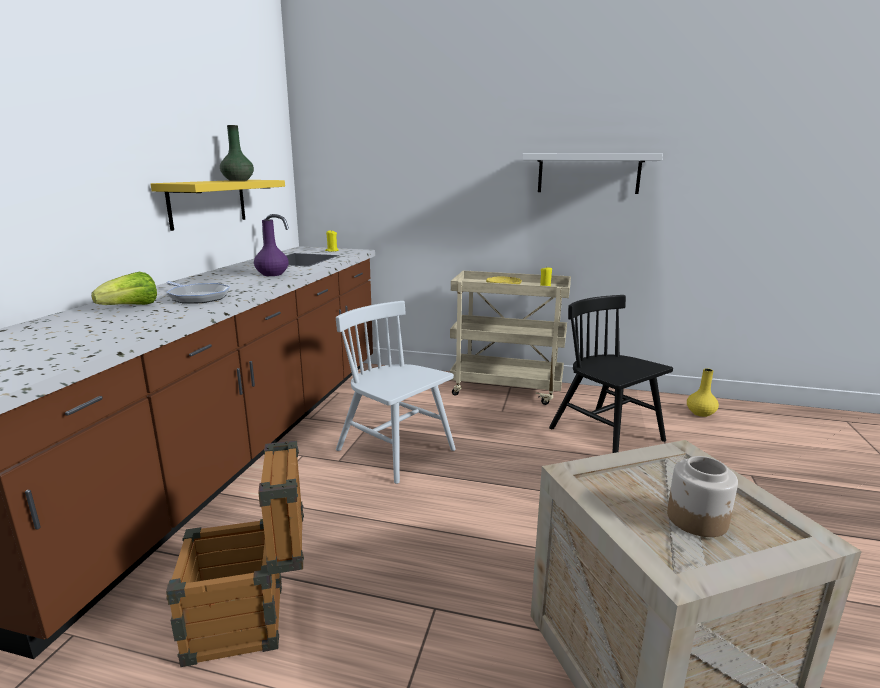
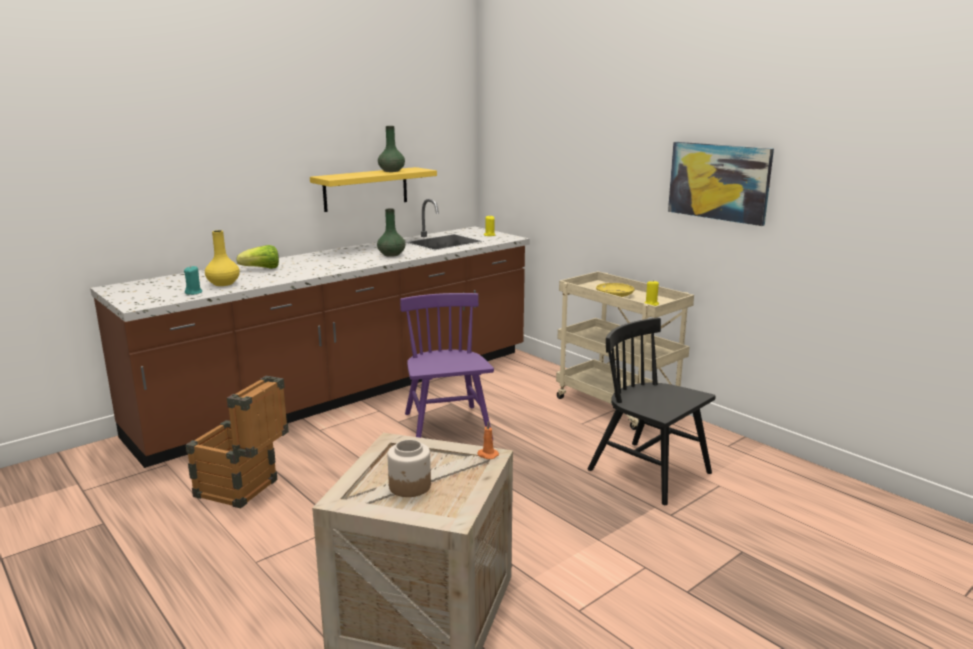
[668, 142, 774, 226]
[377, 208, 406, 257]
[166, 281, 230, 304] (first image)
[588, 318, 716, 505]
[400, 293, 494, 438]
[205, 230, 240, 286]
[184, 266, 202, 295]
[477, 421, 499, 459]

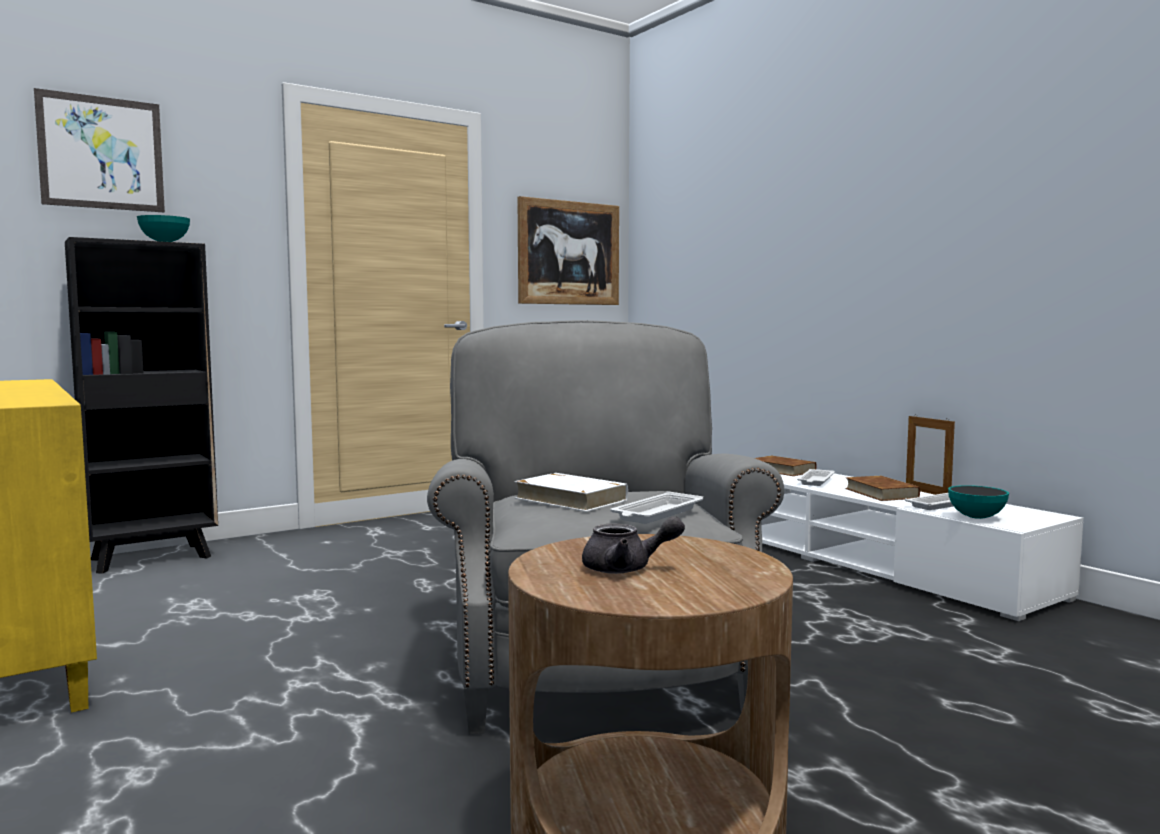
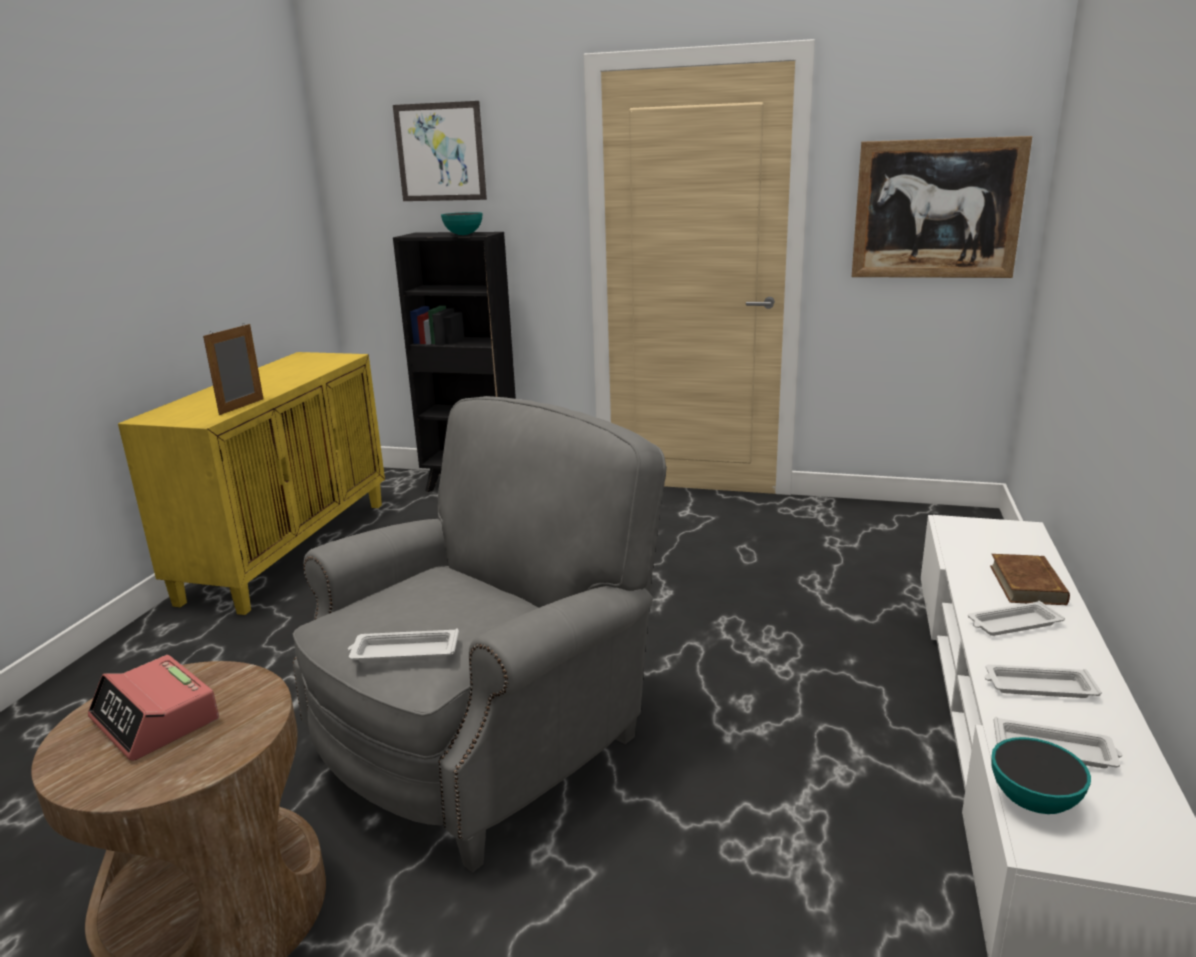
[203, 323, 263, 415]
[514, 473, 628, 512] (first image)
[985, 665, 1102, 698]
[88, 655, 219, 761]

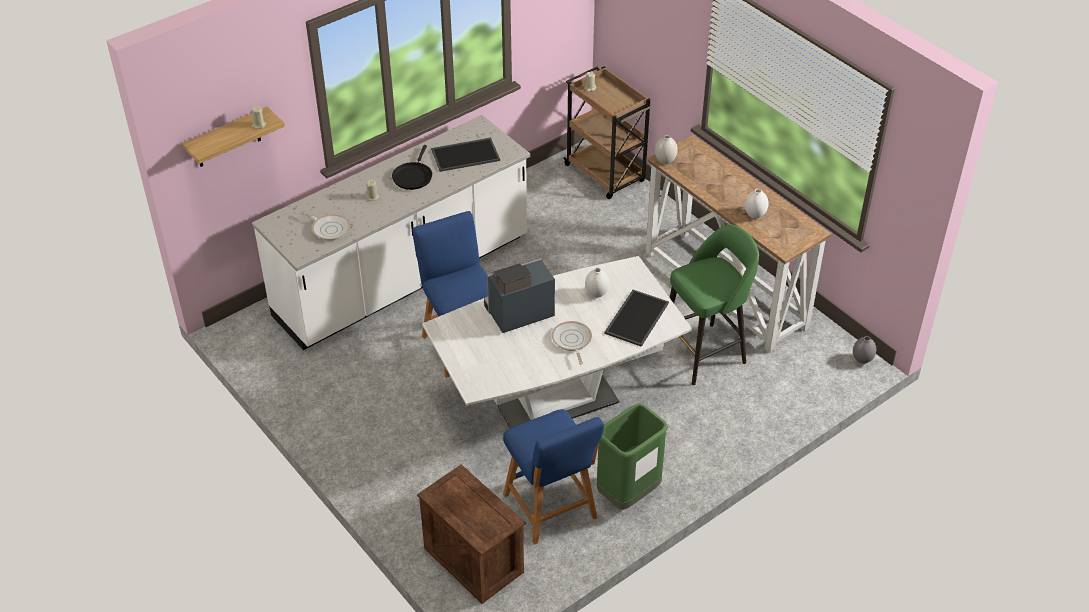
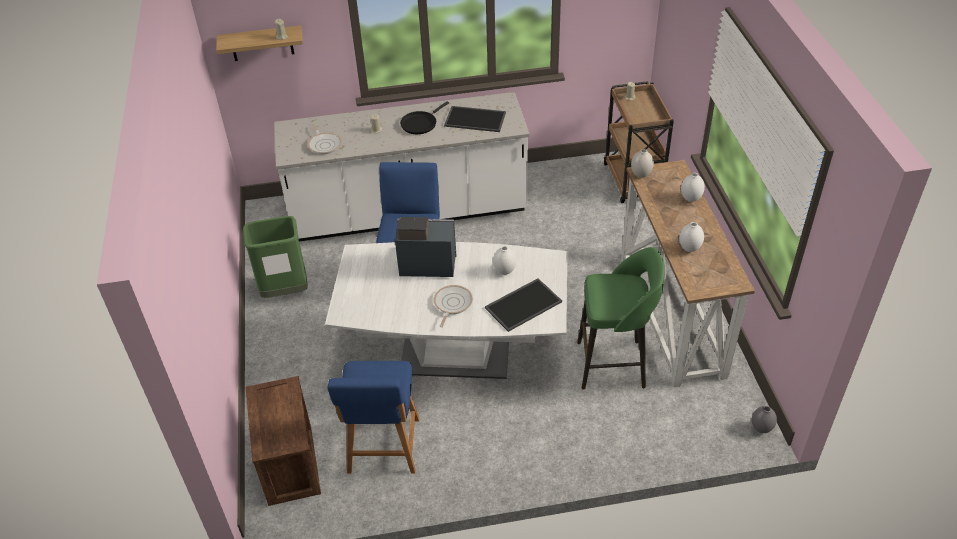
[243, 216, 308, 298]
[681, 173, 705, 202]

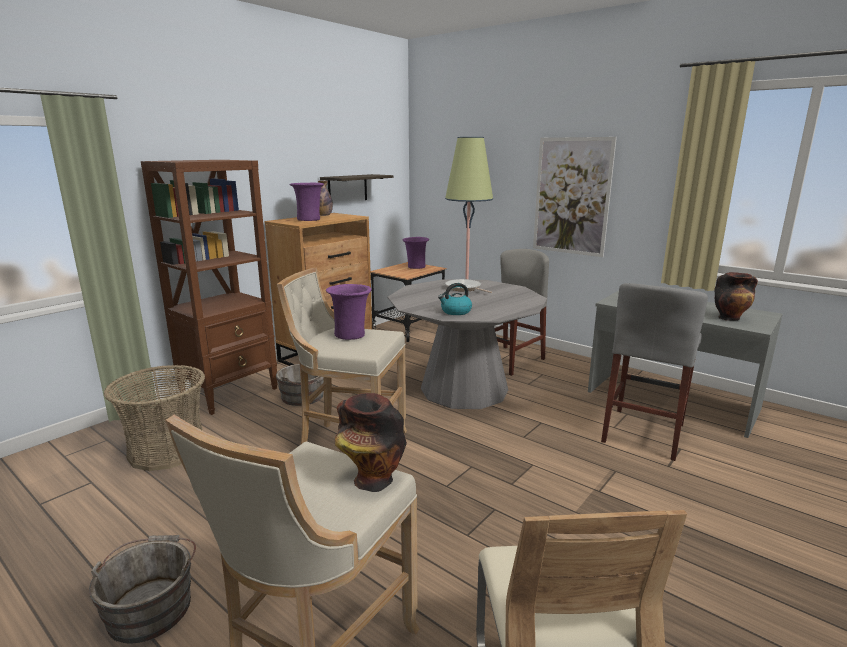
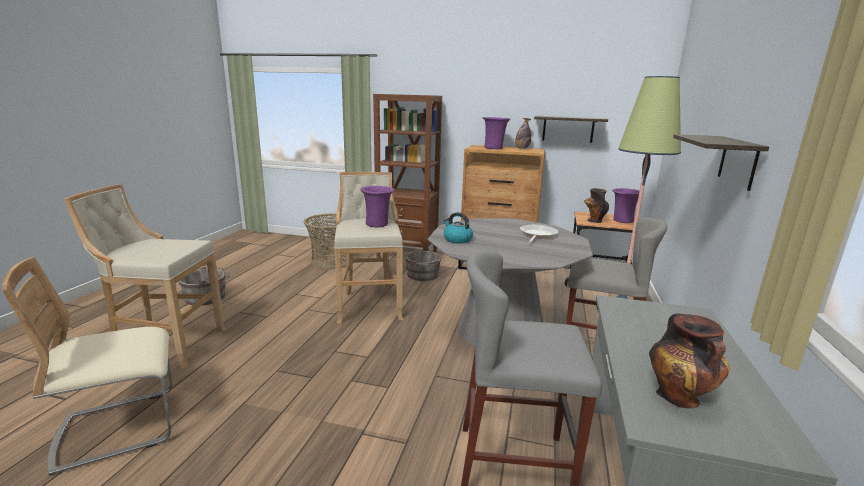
[673, 134, 769, 191]
[584, 188, 609, 223]

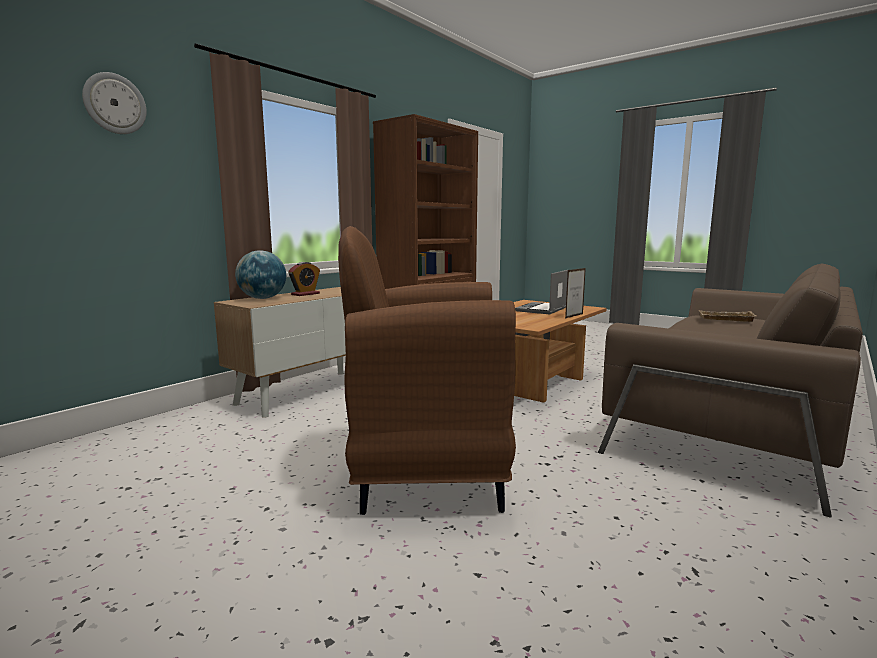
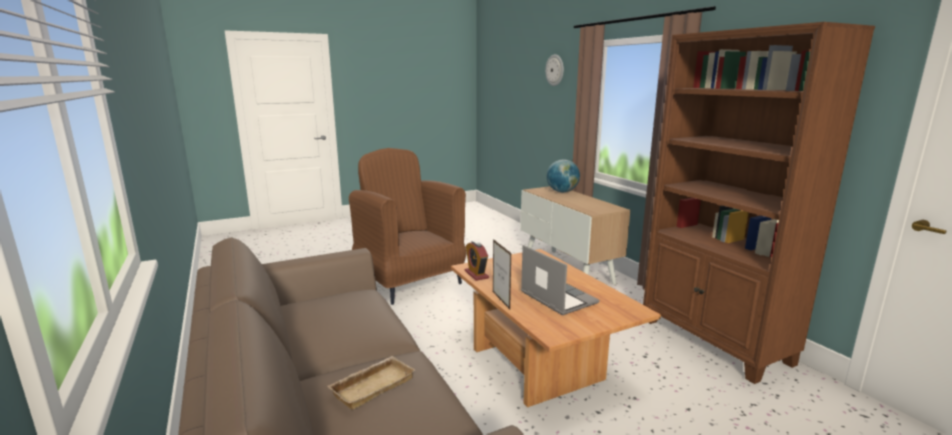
[349, 148, 466, 305]
[465, 241, 489, 281]

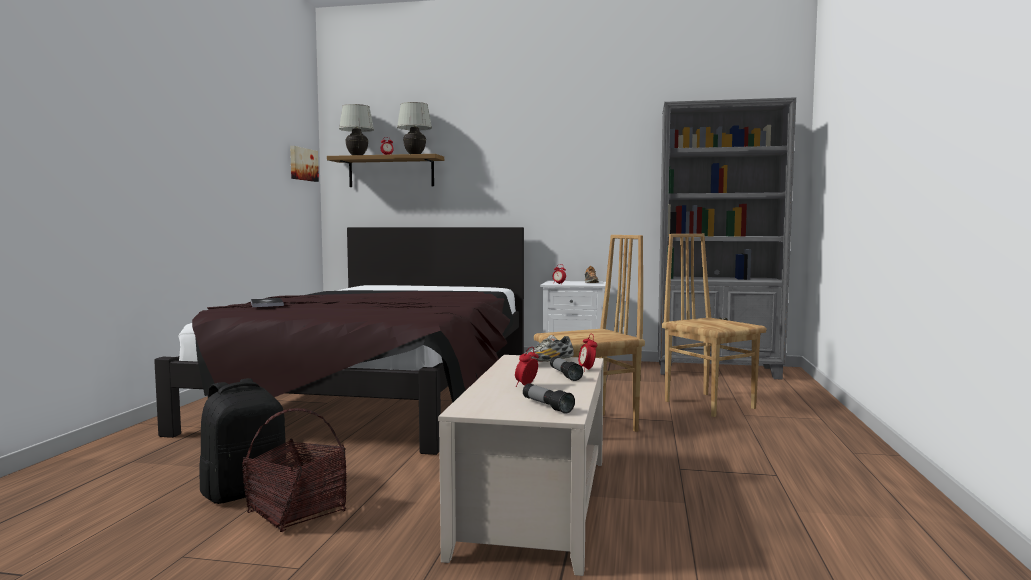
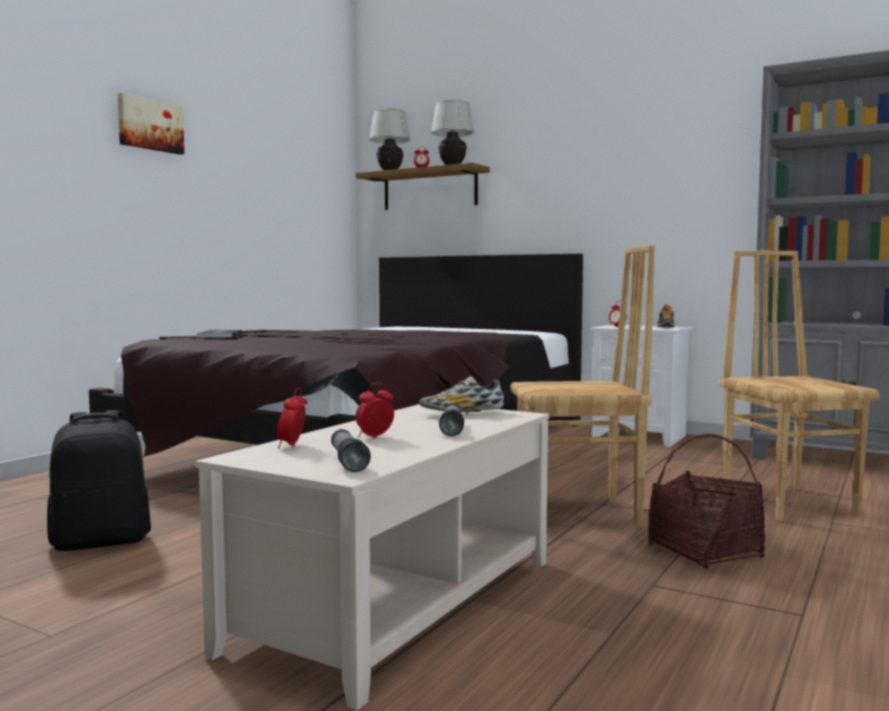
[118, 93, 184, 155]
[277, 387, 307, 448]
[648, 434, 765, 569]

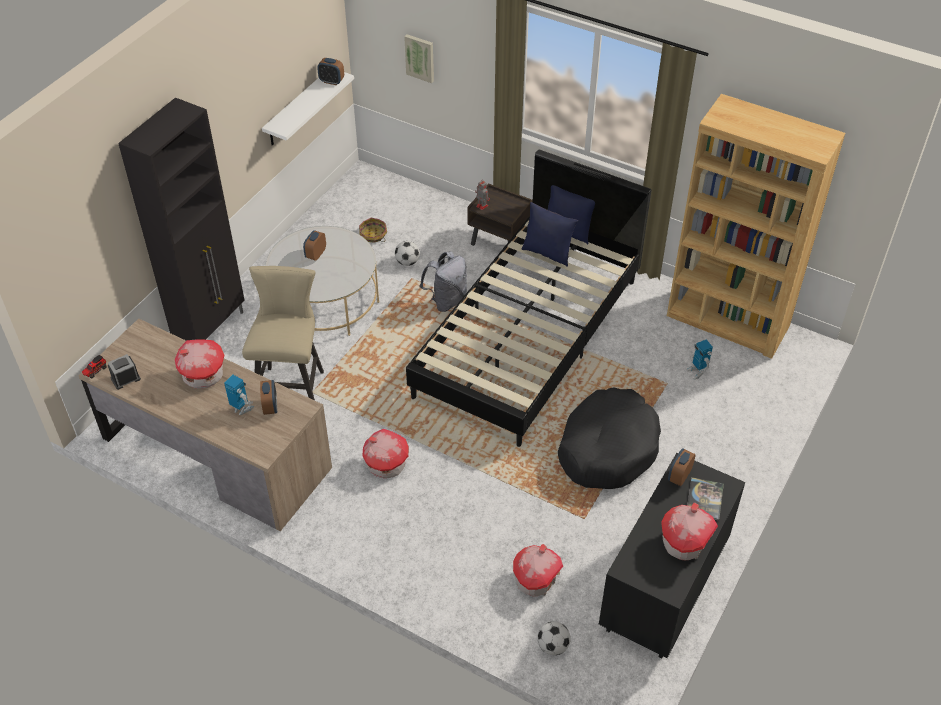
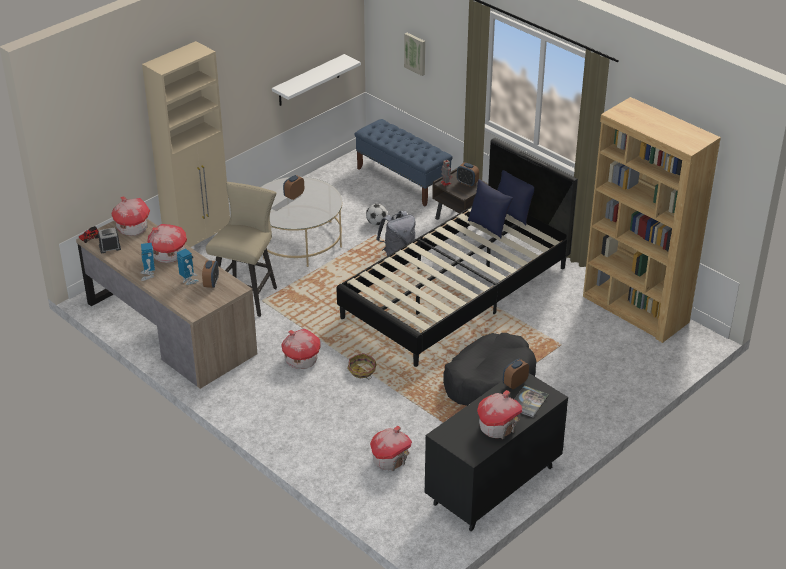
[457, 162, 479, 187]
[142, 41, 230, 247]
[347, 353, 376, 379]
[141, 243, 155, 281]
[538, 622, 571, 655] (first image)
[355, 119, 453, 206]
[112, 196, 150, 236]

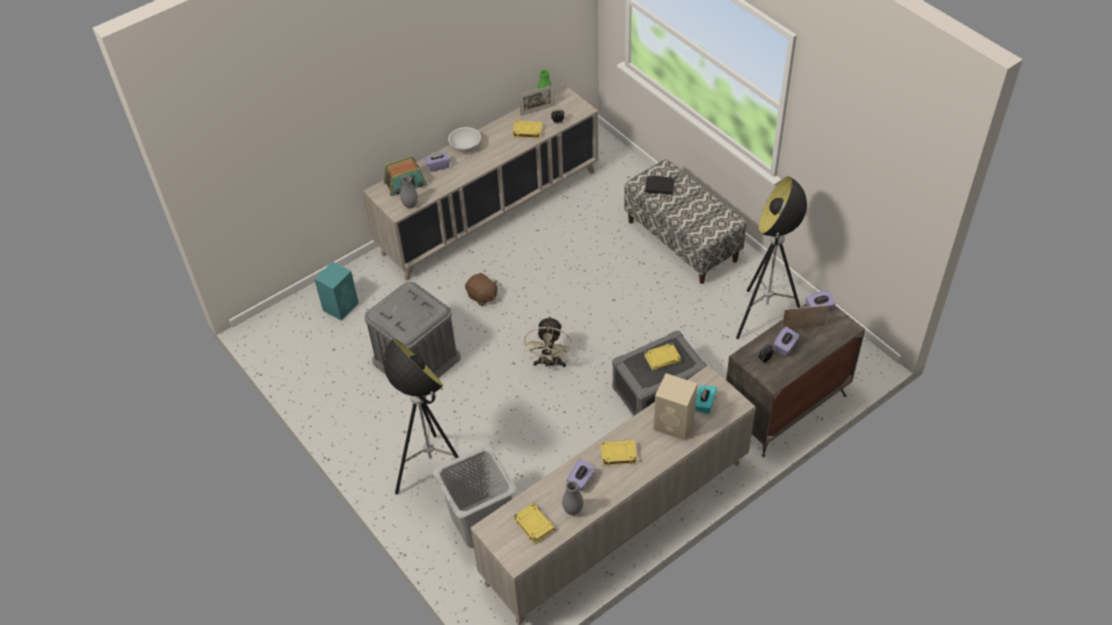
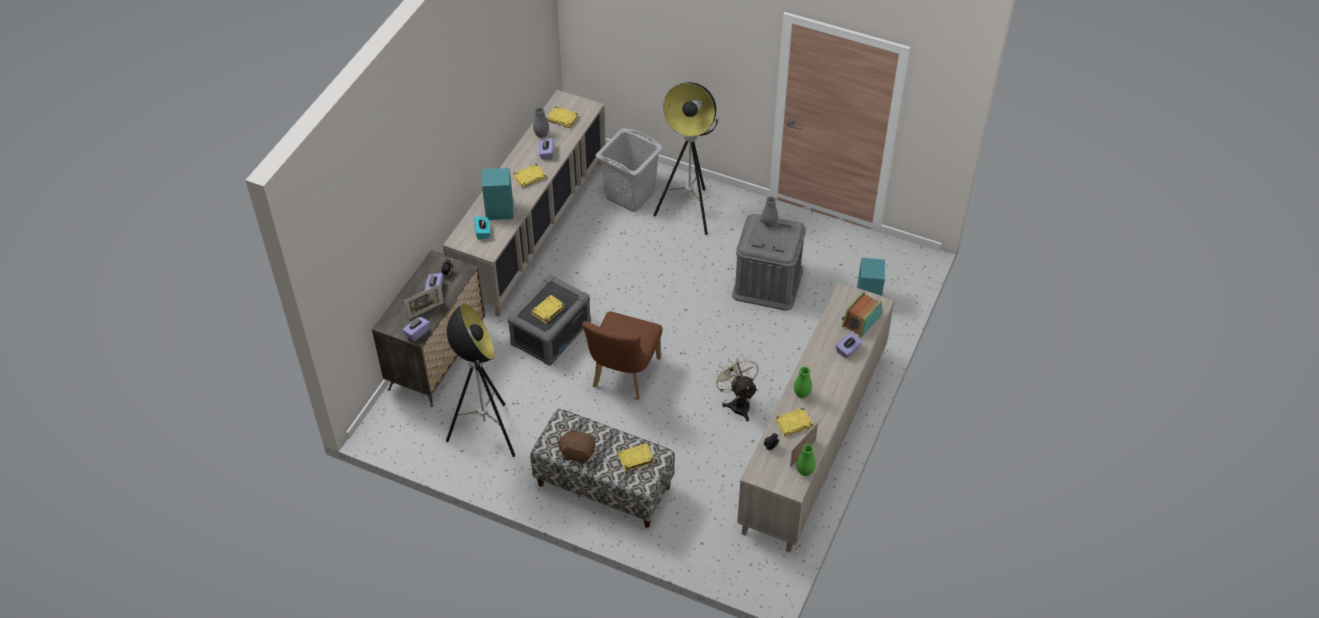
[448, 127, 481, 152] (first image)
[762, 196, 778, 227]
[618, 443, 654, 471]
[557, 427, 595, 464]
[713, 354, 759, 421]
[482, 168, 513, 220]
[582, 312, 663, 400]
[794, 366, 812, 398]

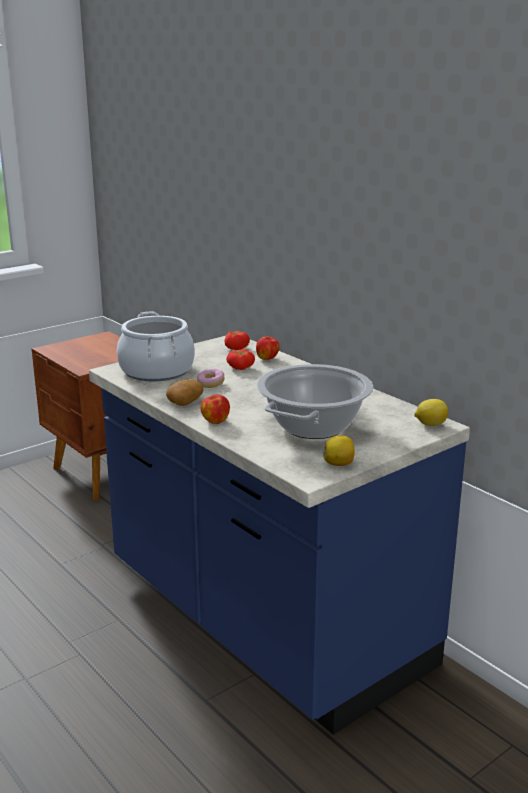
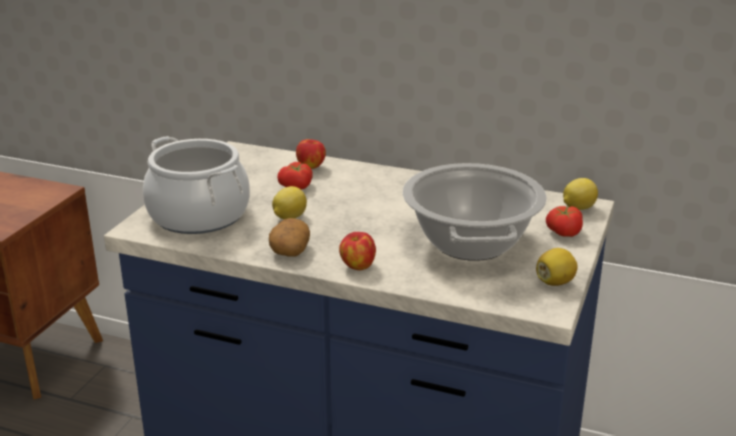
[546, 206, 583, 237]
[272, 186, 307, 219]

